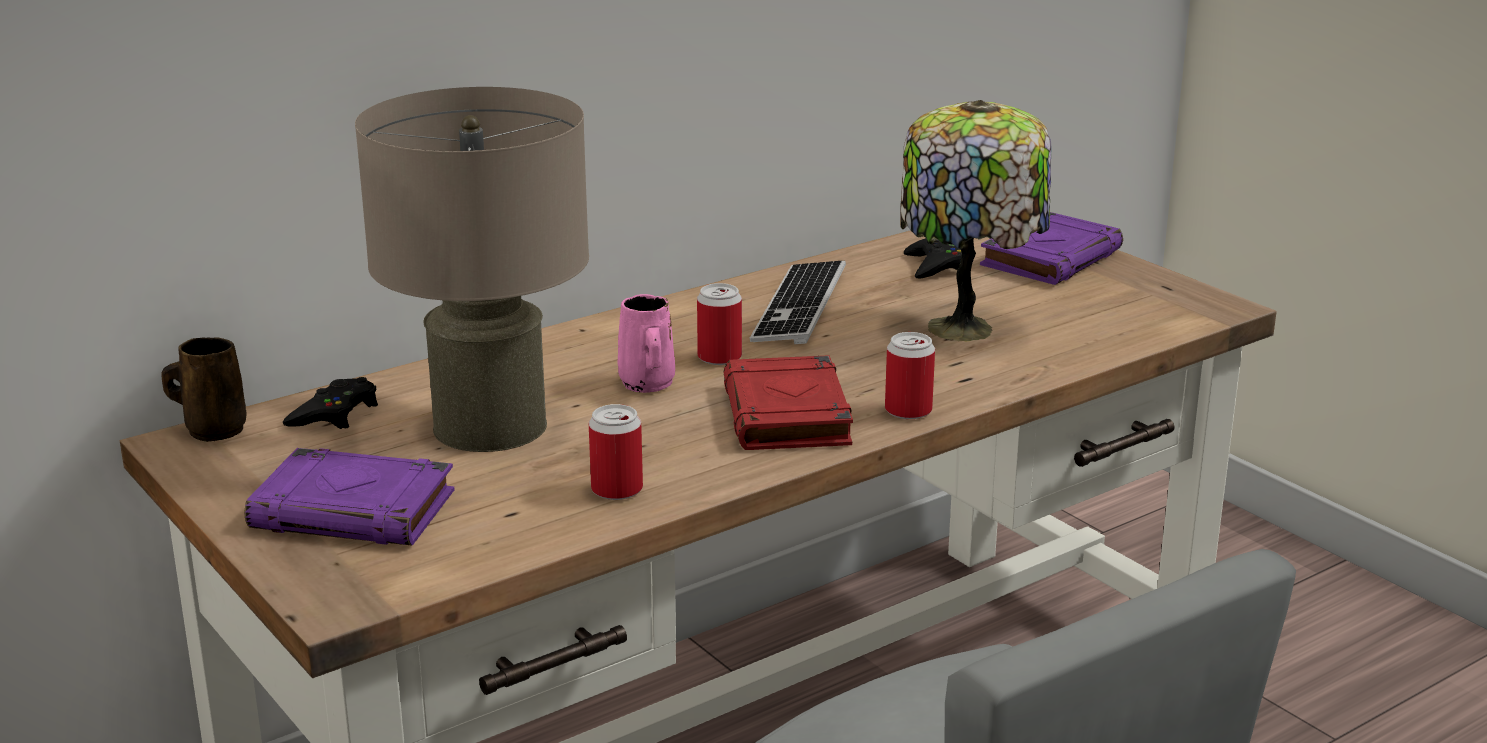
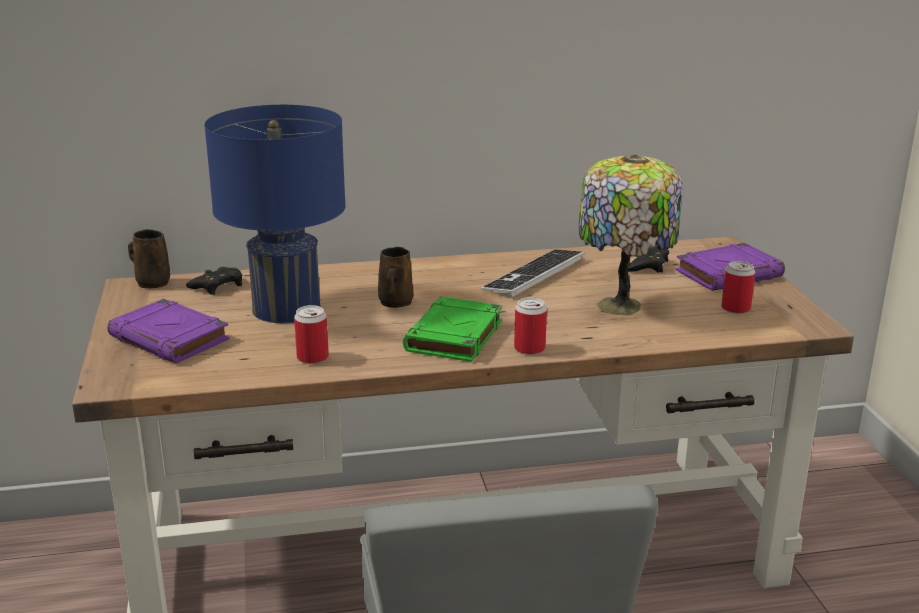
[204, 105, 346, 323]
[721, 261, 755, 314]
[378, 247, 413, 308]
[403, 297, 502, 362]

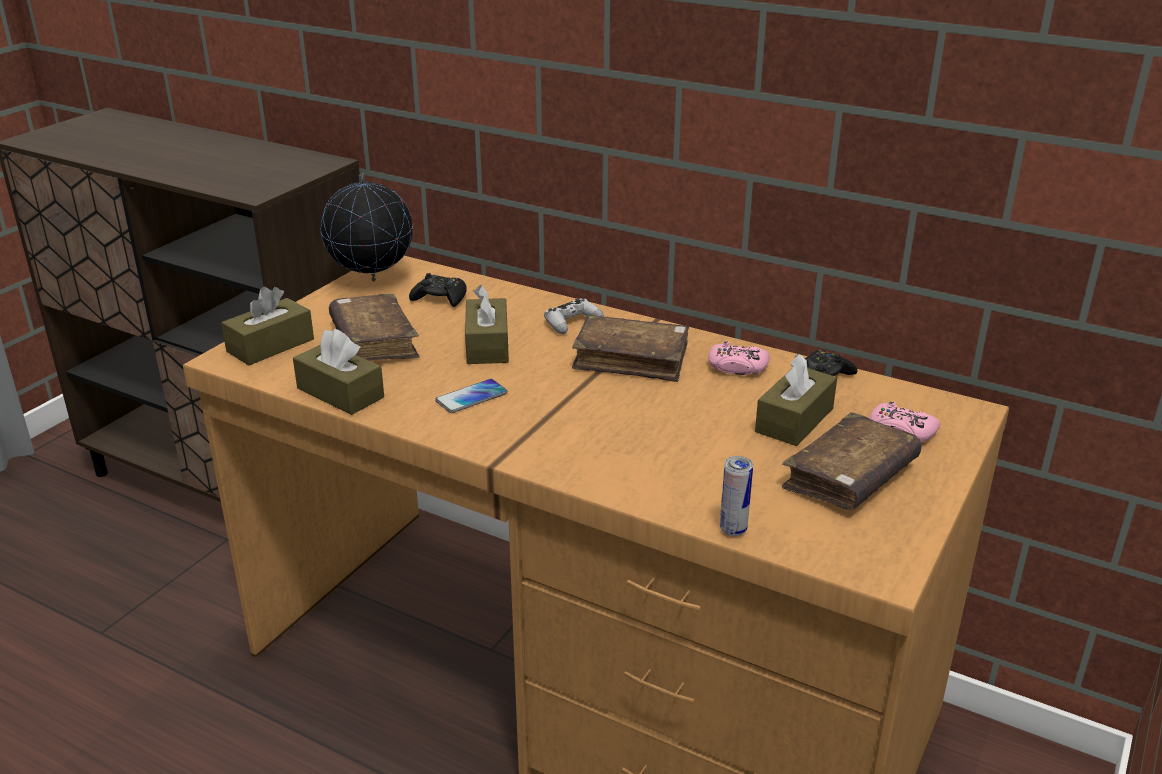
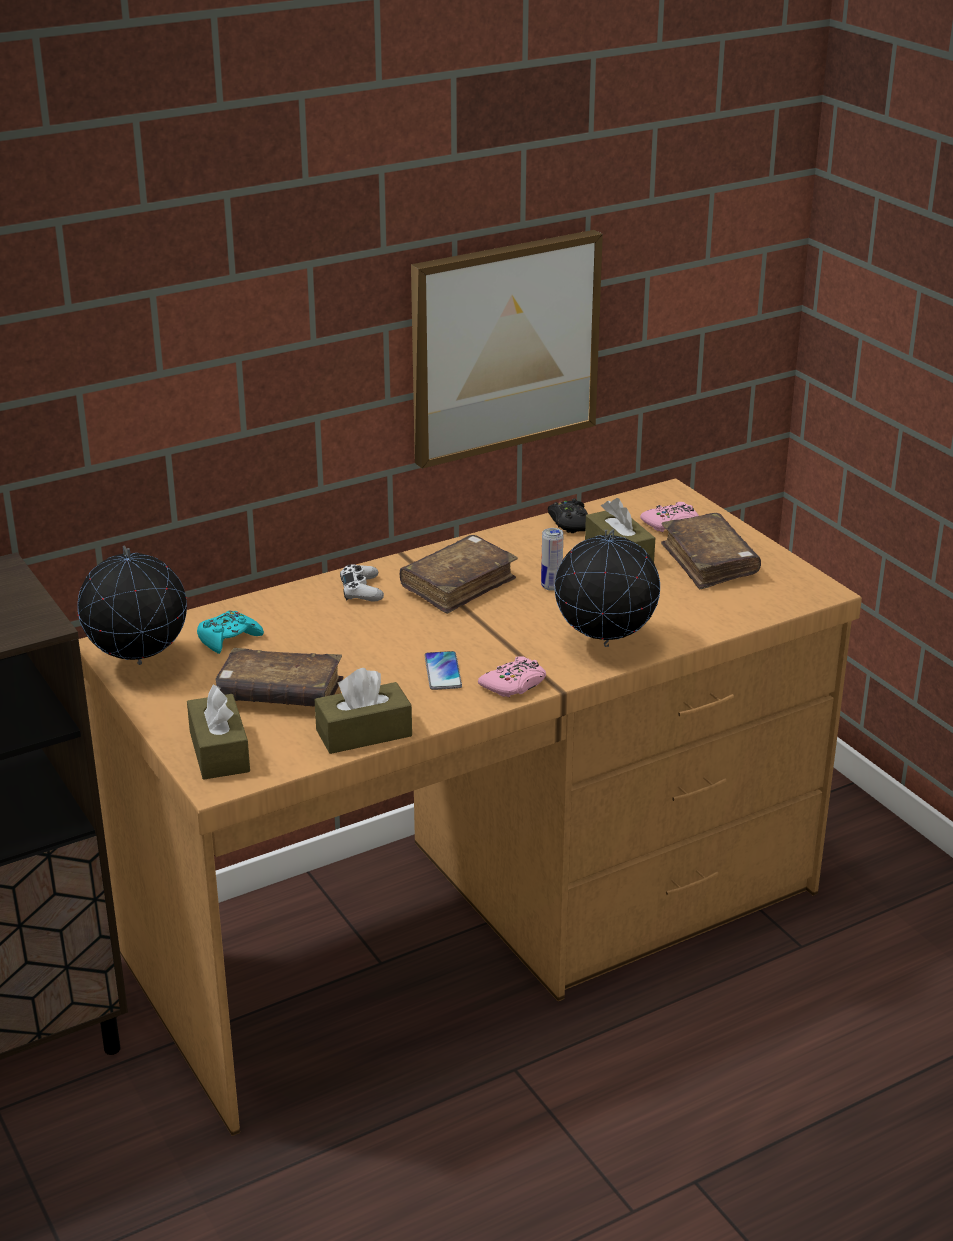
[197, 611, 264, 654]
[465, 285, 509, 364] (first image)
[478, 656, 546, 697]
[541, 528, 563, 591]
[411, 230, 603, 469]
[555, 529, 660, 647]

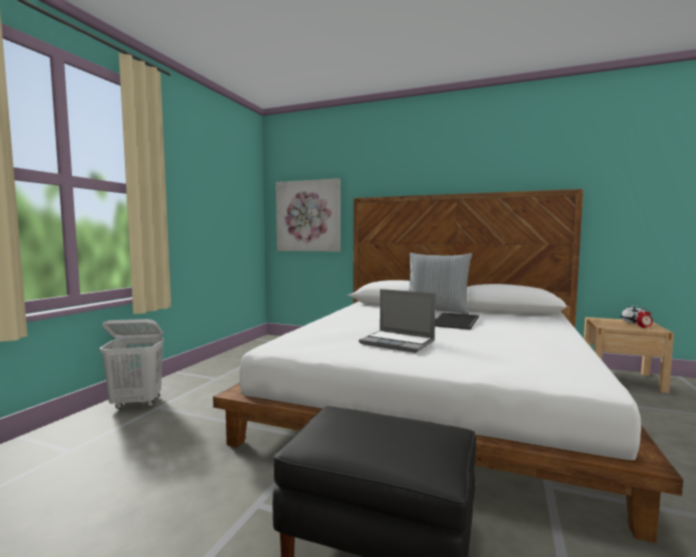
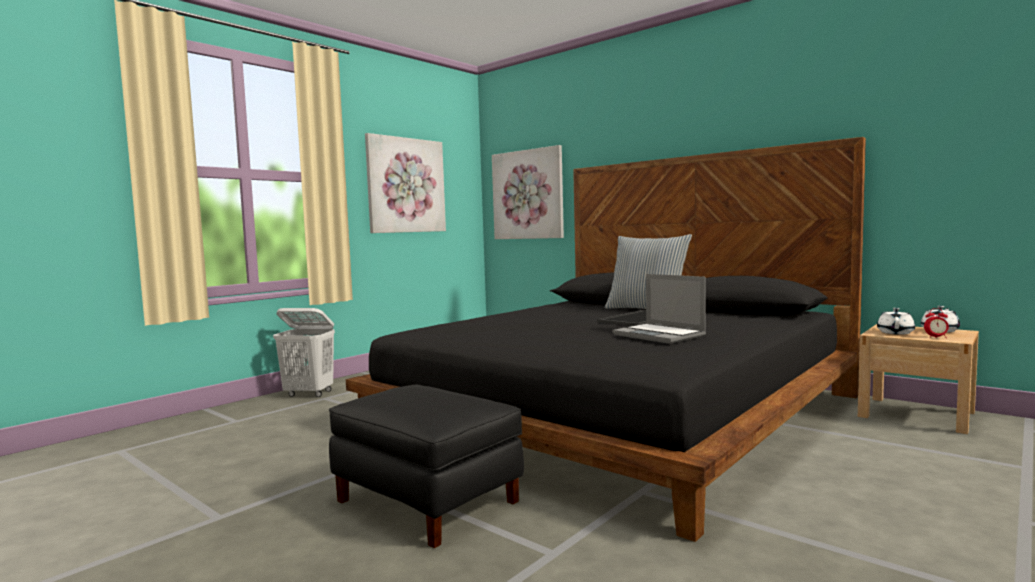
[346, 137, 866, 542]
[613, 274, 706, 344]
[365, 133, 446, 233]
[877, 308, 915, 335]

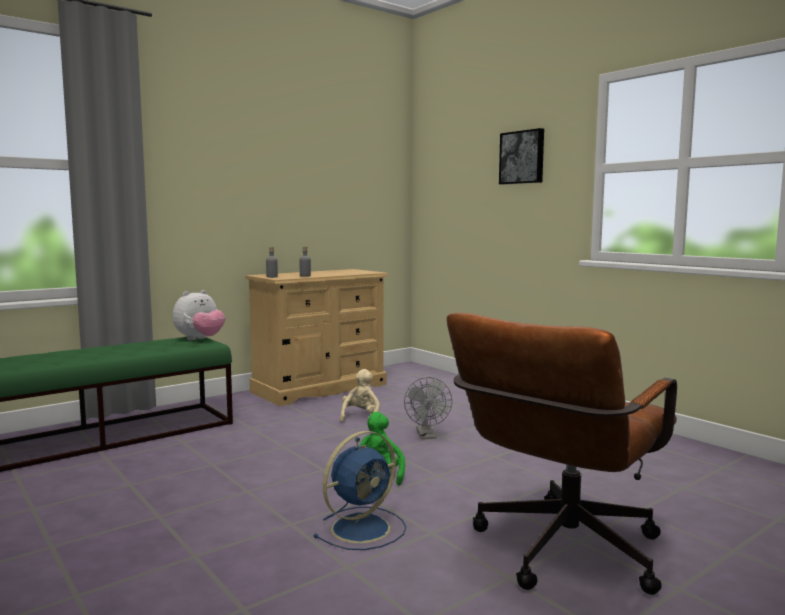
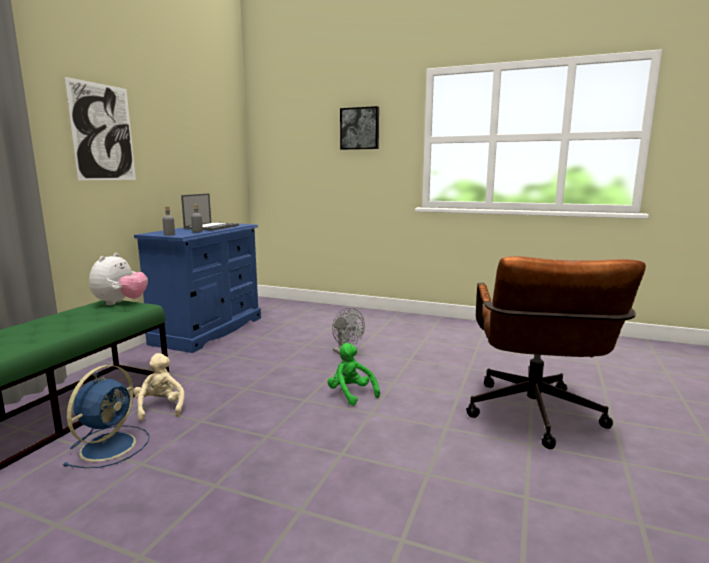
[134, 224, 261, 353]
[134, 353, 184, 421]
[62, 365, 150, 468]
[64, 77, 136, 181]
[181, 193, 239, 231]

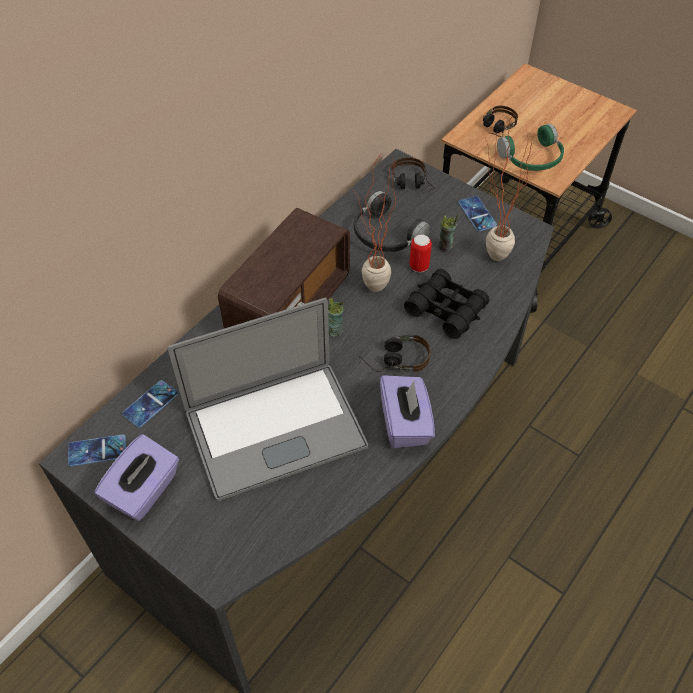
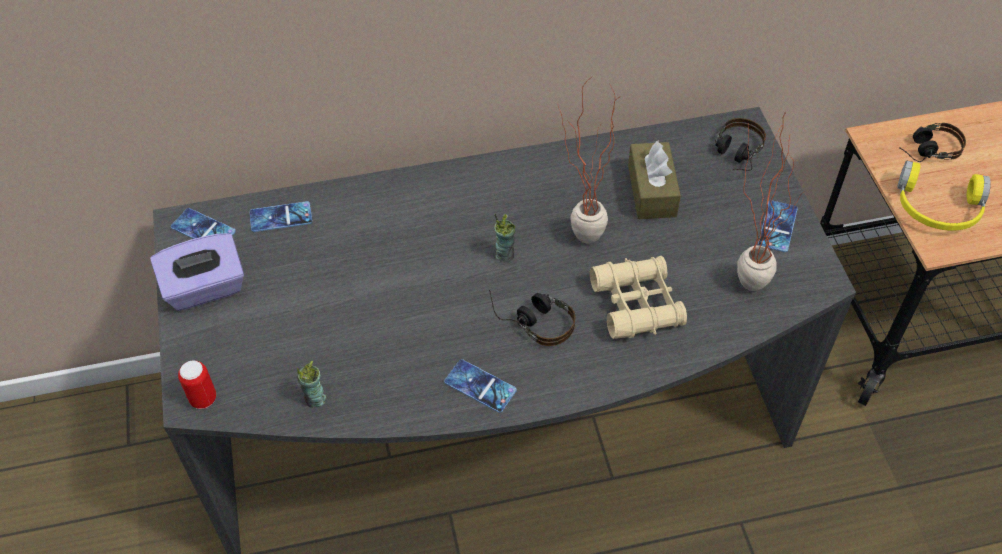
[897, 160, 991, 231]
[628, 141, 681, 219]
[218, 208, 350, 328] (first image)
[297, 361, 326, 408]
[178, 360, 216, 409]
[590, 256, 687, 339]
[168, 297, 368, 501] (first image)
[444, 359, 517, 413]

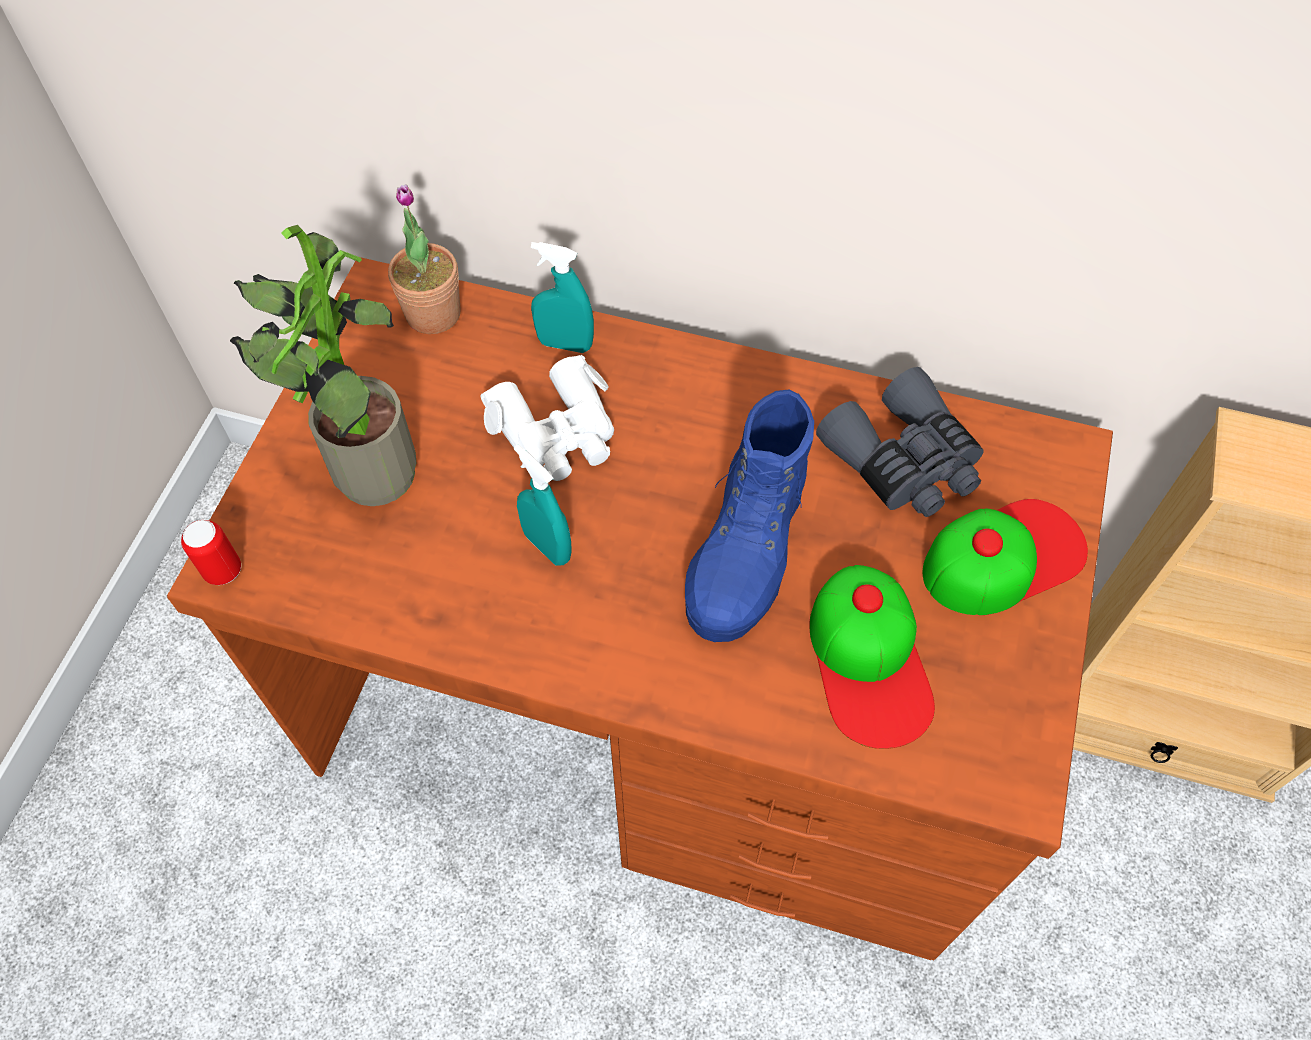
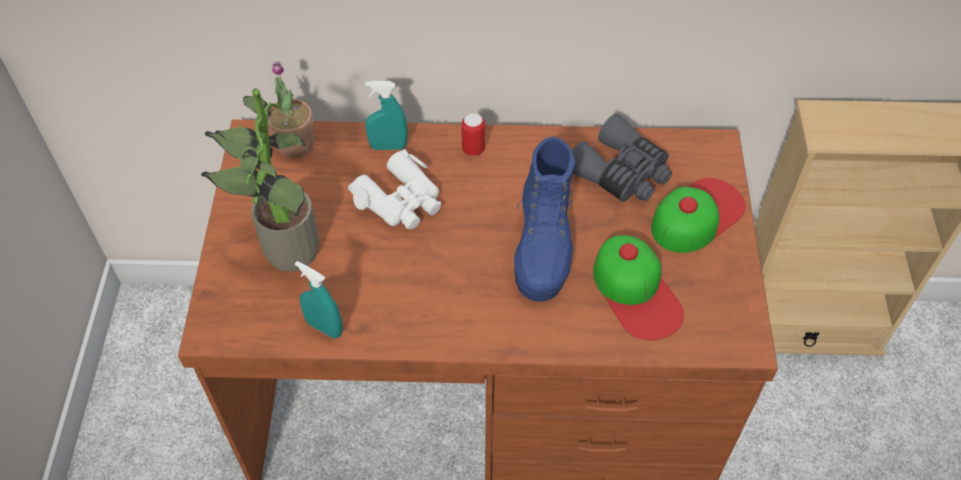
[295, 261, 342, 338]
[461, 113, 485, 156]

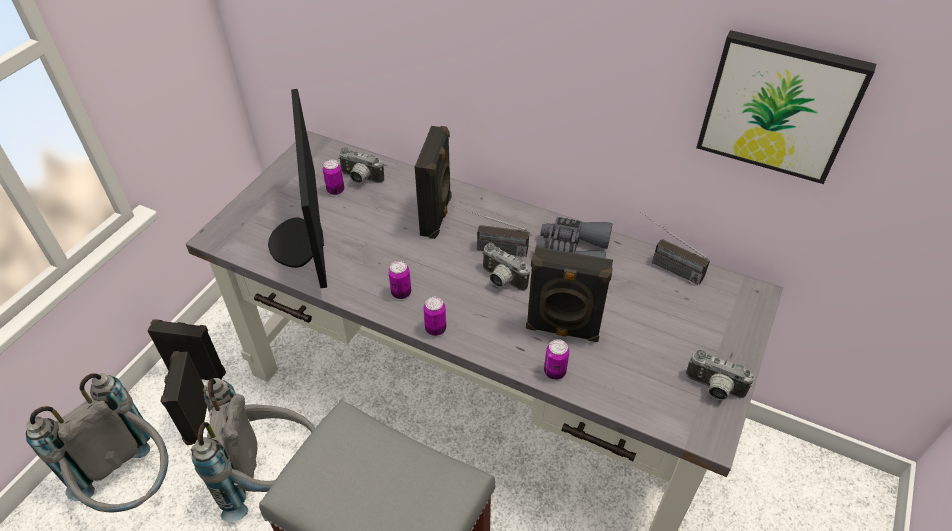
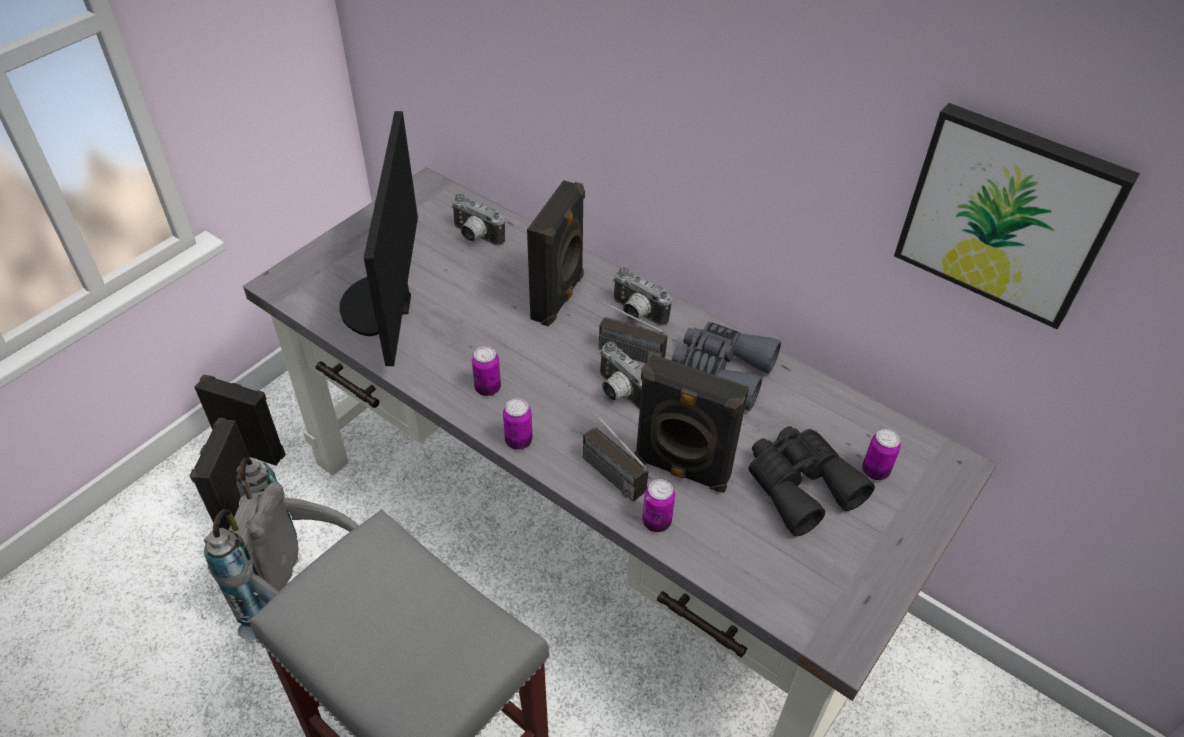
[862, 429, 901, 480]
[567, 384, 648, 502]
[613, 267, 672, 326]
[26, 373, 168, 512] (first image)
[748, 426, 875, 536]

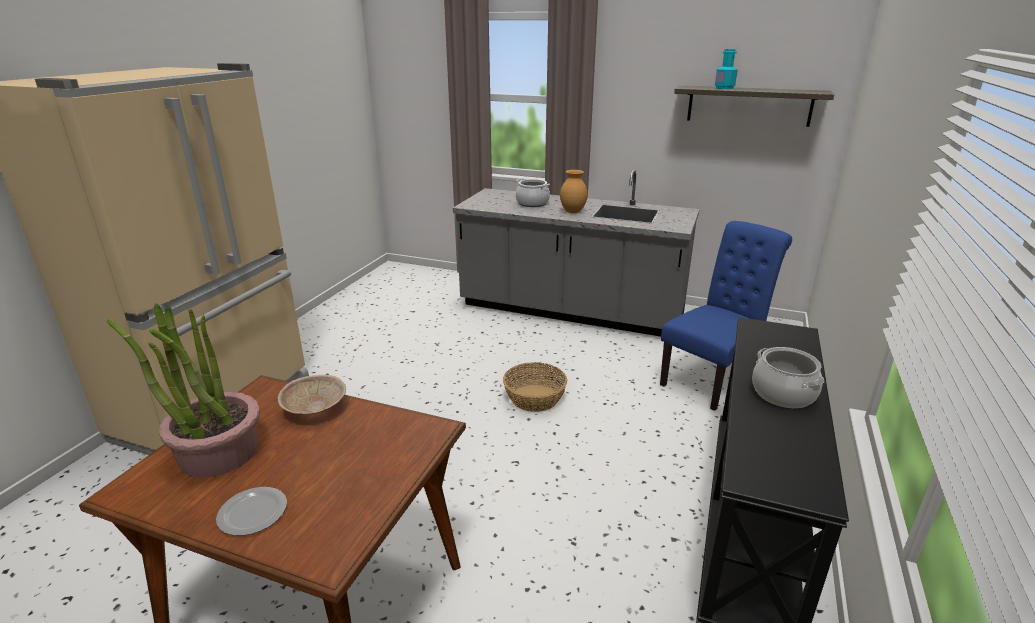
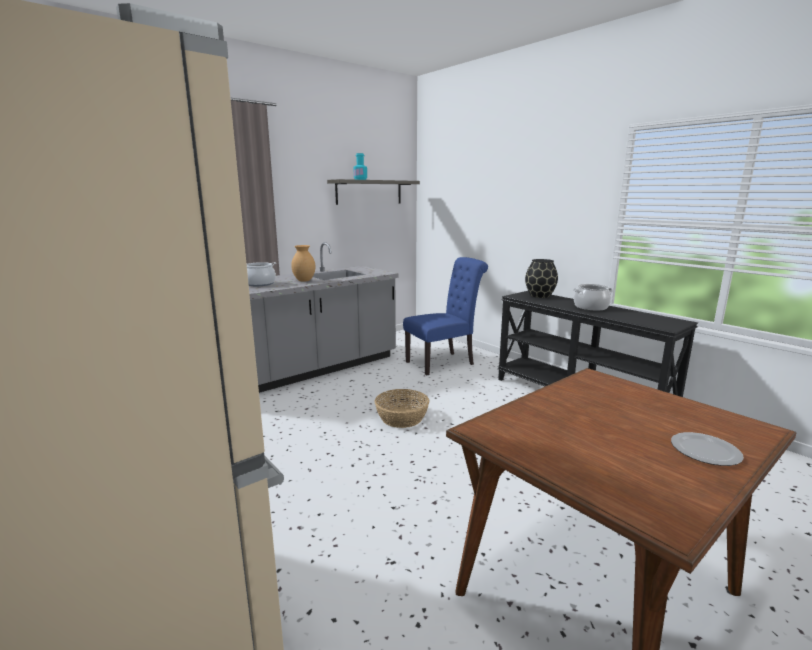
[403, 257, 488, 375]
[107, 303, 260, 478] (first image)
[278, 375, 346, 414] (first image)
[525, 259, 558, 298]

